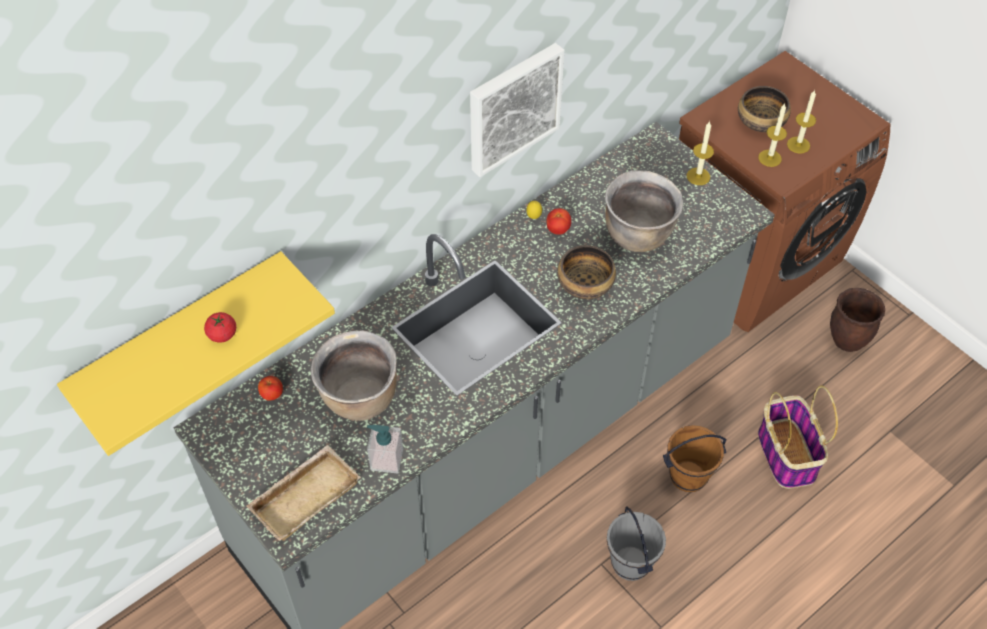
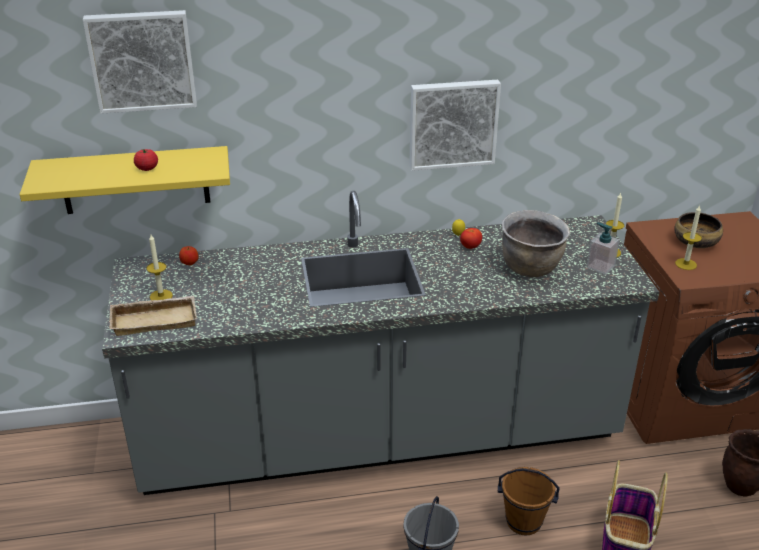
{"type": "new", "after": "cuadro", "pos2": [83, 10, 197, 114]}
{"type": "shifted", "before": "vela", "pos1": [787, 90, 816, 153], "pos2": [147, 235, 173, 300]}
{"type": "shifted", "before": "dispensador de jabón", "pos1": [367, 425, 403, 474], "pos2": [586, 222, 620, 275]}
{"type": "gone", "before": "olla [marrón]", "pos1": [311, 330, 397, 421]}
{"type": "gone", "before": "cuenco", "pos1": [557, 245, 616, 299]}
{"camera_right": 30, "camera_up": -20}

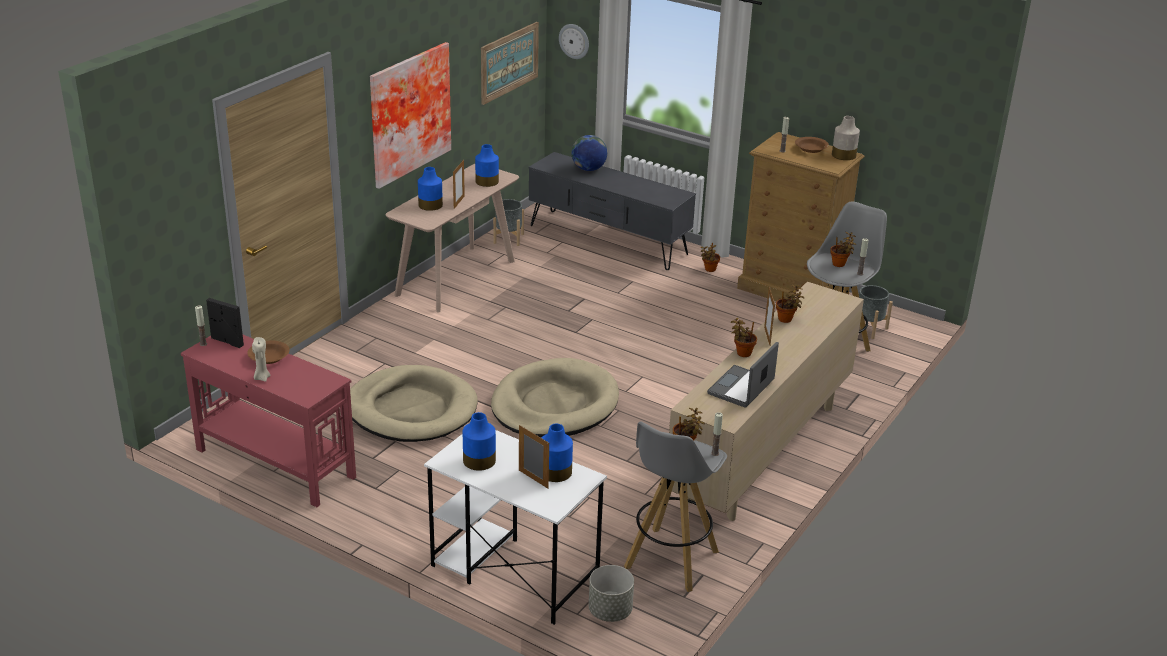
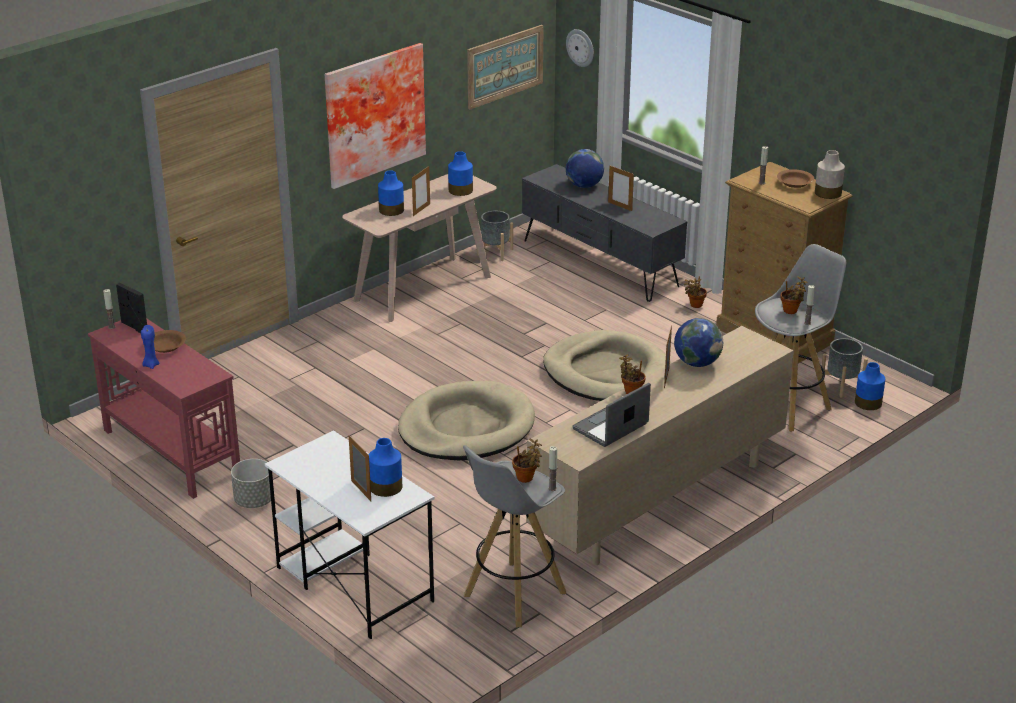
{"type": "repainted", "before": "vela [beis]", "after": "vela [azul]", "pos1": [252, 337, 270, 382], "pos2": [141, 325, 160, 369]}
{"type": "shifted", "before": "maceta [gris]", "pos1": [589, 565, 634, 622], "pos2": [231, 459, 271, 508]}
{"type": "shifted", "before": "cama para perro [beis]", "pos1": [350, 365, 478, 442], "pos2": [543, 330, 671, 401]}
{"type": "new", "after": "portarretratos", "pos2": [608, 165, 634, 211]}
{"type": "swapped", "before": "planta en maceta", "after": "globo terráqueo", "pos1": [776, 285, 805, 323], "pos2": [674, 318, 723, 367]}
{"type": "shifted", "before": "florero [azul]", "pos1": [463, 412, 496, 471], "pos2": [855, 362, 885, 410]}
{"camera_right": 15, "camera_up": 0}

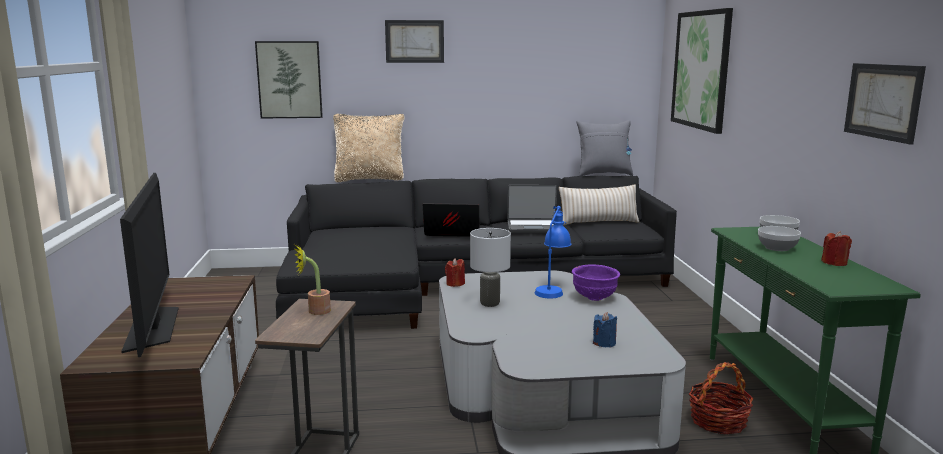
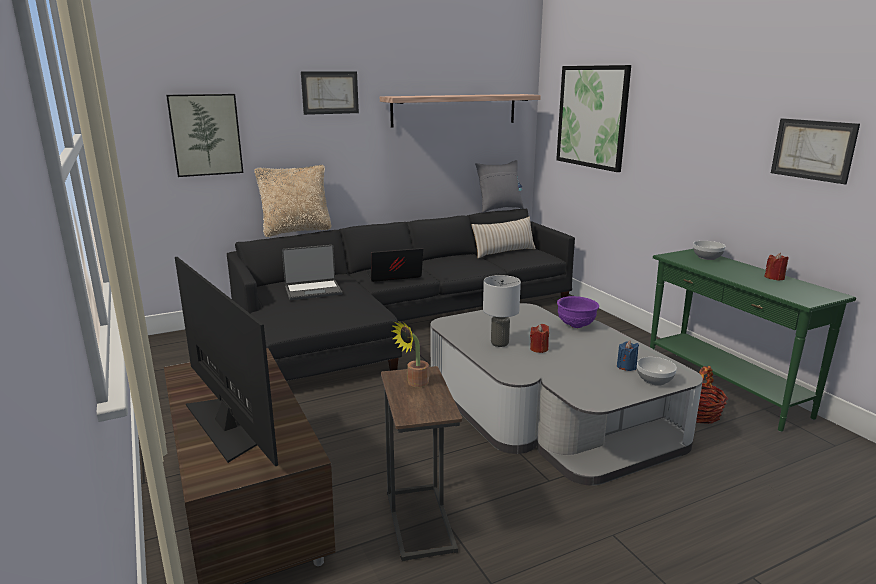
{"type": "shifted", "before": "portátil", "pos1": [508, 185, 557, 232], "pos2": [282, 245, 342, 300]}
{"type": "new", "after": "estante", "pos2": [380, 94, 541, 127]}
{"type": "shifted", "before": "vela [rojo]", "pos1": [445, 258, 465, 287], "pos2": [530, 324, 549, 353]}
{"type": "shifted", "before": "cuenco", "pos1": [758, 226, 801, 251], "pos2": [637, 357, 677, 386]}
{"type": "gone", "before": "lámpara de mesa [azul]", "pos1": [535, 206, 571, 298]}
{"camera_right": -20, "camera_up": 5}

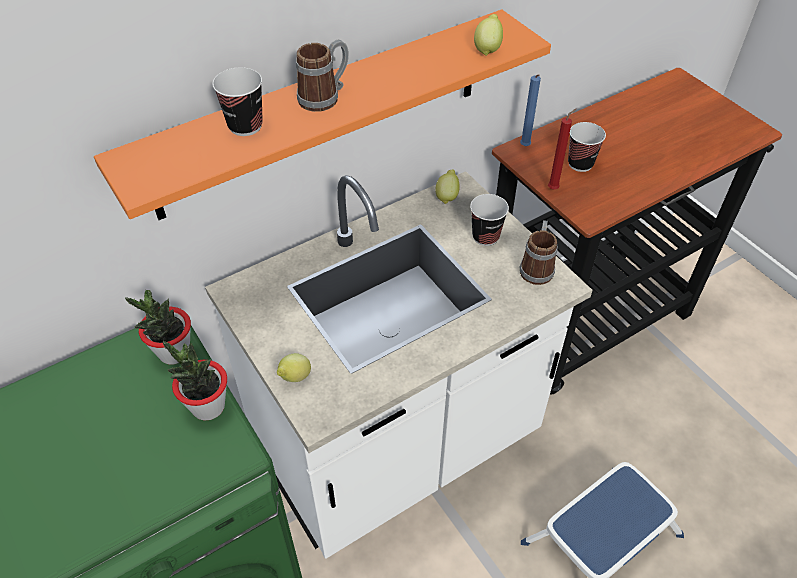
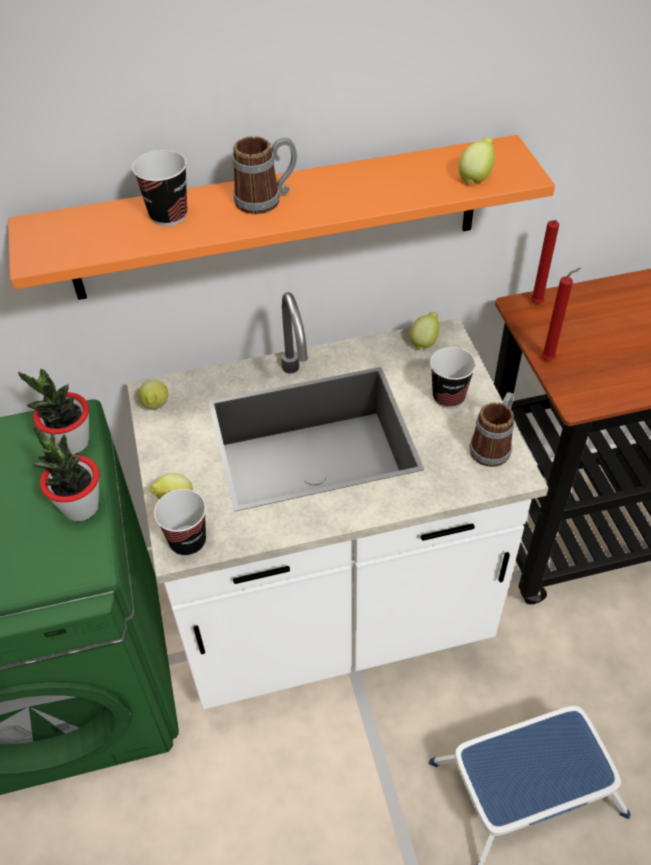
{"type": "new", "after": "limón", "pos2": [139, 380, 168, 409]}
{"type": "shifted", "before": "taza", "pos1": [568, 122, 606, 172], "pos2": [154, 489, 206, 556]}
{"type": "repainted", "before": "vela [azul]", "after": "vela [rojo]", "pos1": [520, 74, 541, 146], "pos2": [531, 220, 559, 303]}
{"camera_right": 20, "camera_up": 0}

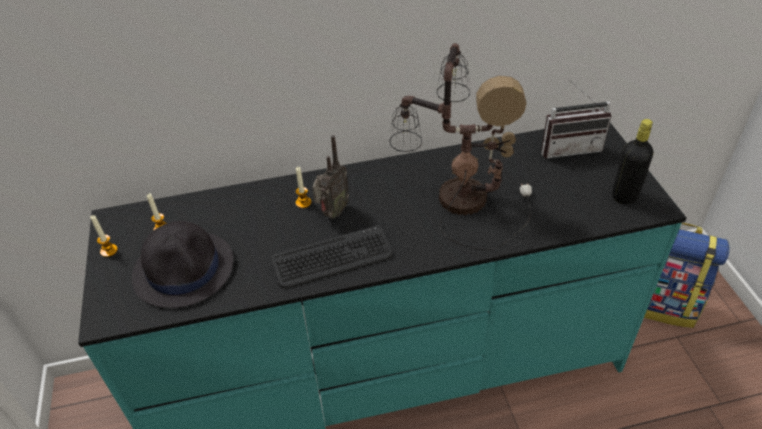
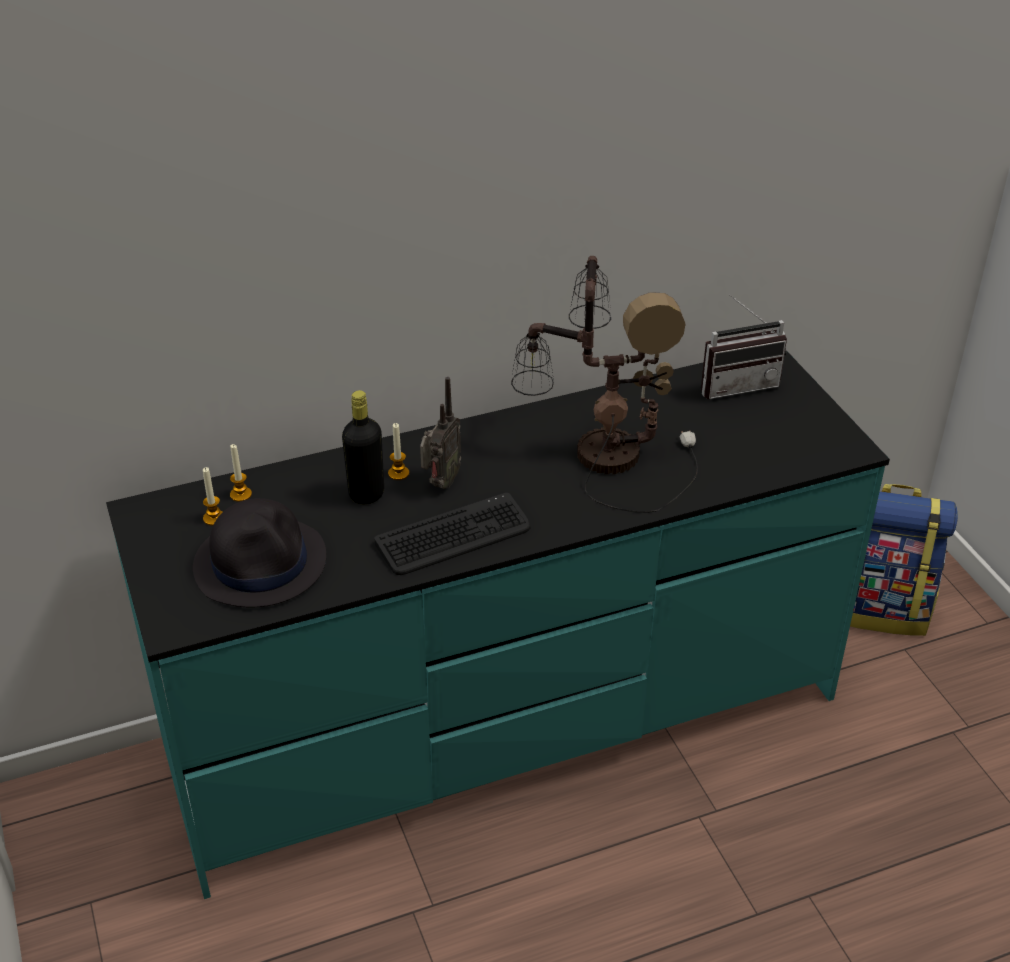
{"type": "shifted", "before": "vela", "pos1": [90, 215, 118, 257], "pos2": [230, 444, 252, 502]}
{"type": "shifted", "before": "botella [negro]", "pos1": [612, 119, 653, 204], "pos2": [342, 390, 384, 504]}
{"camera_right": -10, "camera_up": -5}

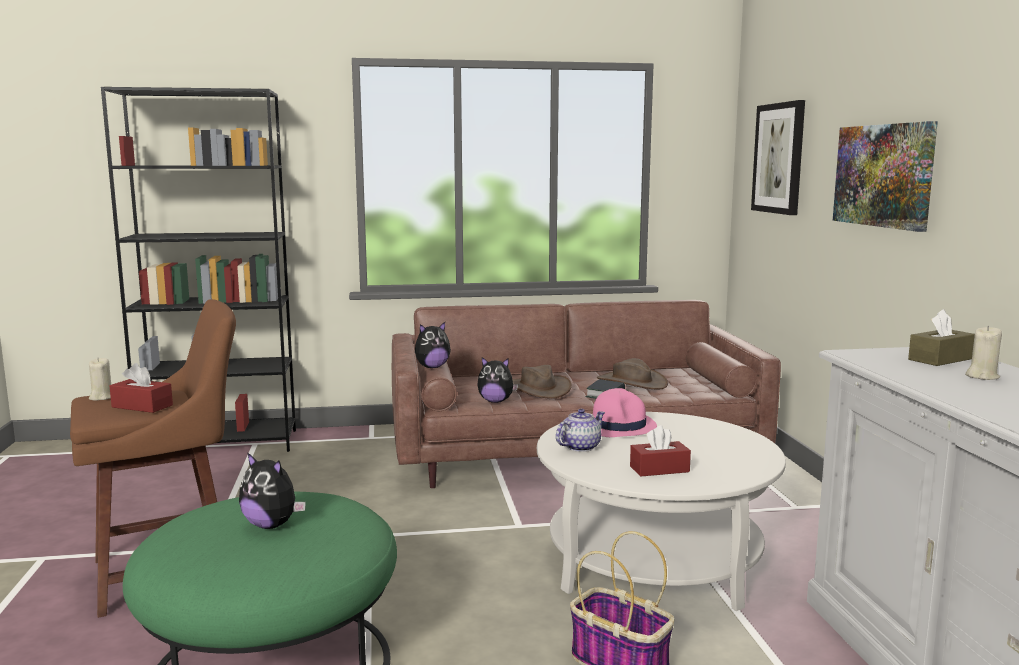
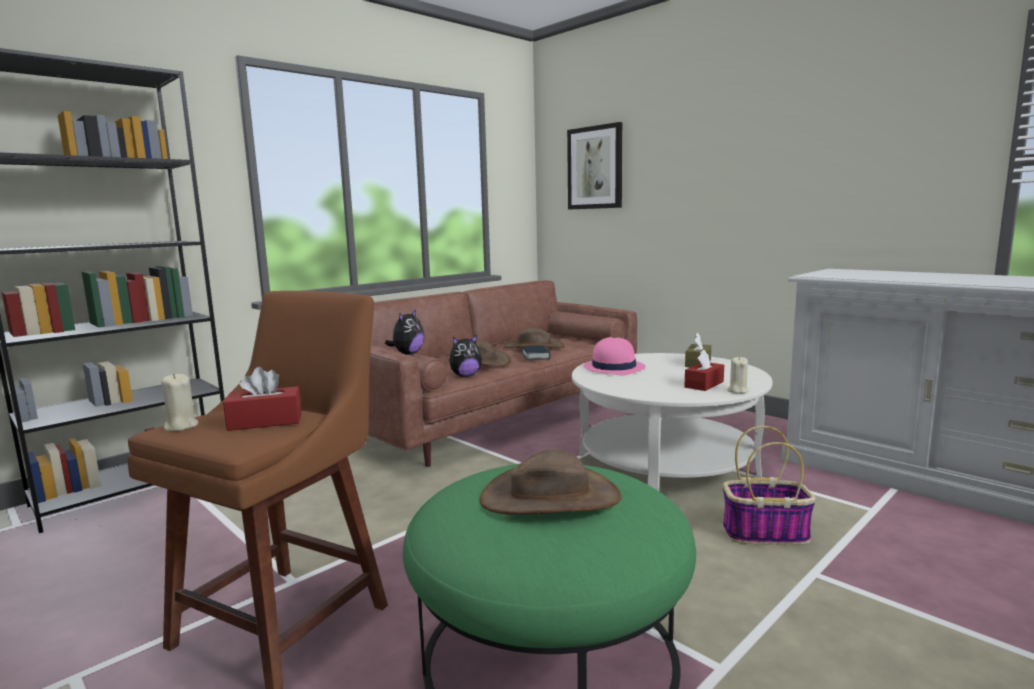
{"type": "swapped", "before": "peluche", "after": "sombrero [marrón]", "pos1": [239, 452, 306, 529], "pos2": [480, 449, 622, 515]}
{"type": "shifted", "before": "caja de pañuelos [marrón]", "pos1": [908, 309, 975, 366], "pos2": [685, 333, 711, 367]}
{"type": "shifted", "before": "vela [beis]", "pos1": [965, 326, 1002, 380], "pos2": [727, 356, 749, 393]}
{"type": "gone", "before": "tetera", "pos1": [556, 409, 605, 452]}
{"type": "gone", "before": "cuadro", "pos1": [833, 121, 938, 232]}
{"camera_right": -35, "camera_up": 0}

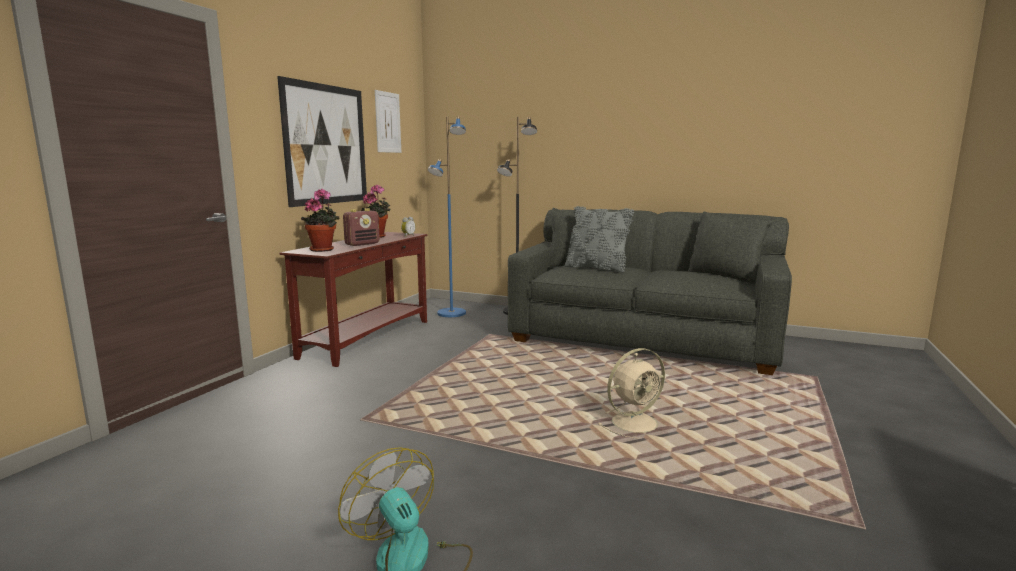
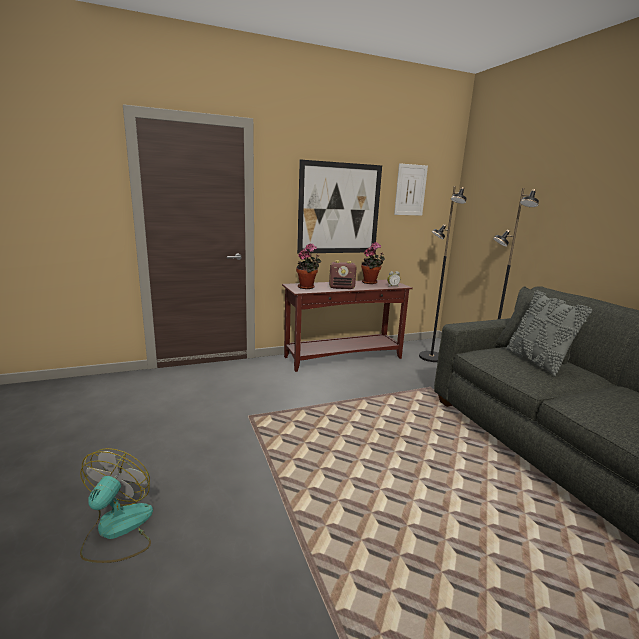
{"type": "repainted", "before": "lámpara de pie [azul]", "after": "lámpara de pie [negro]", "pos1": [428, 116, 466, 317], "pos2": [419, 186, 466, 362]}
{"type": "gone", "before": "ventilador [beis]", "pos1": [597, 348, 665, 438]}
{"camera_right": 45, "camera_up": 5}

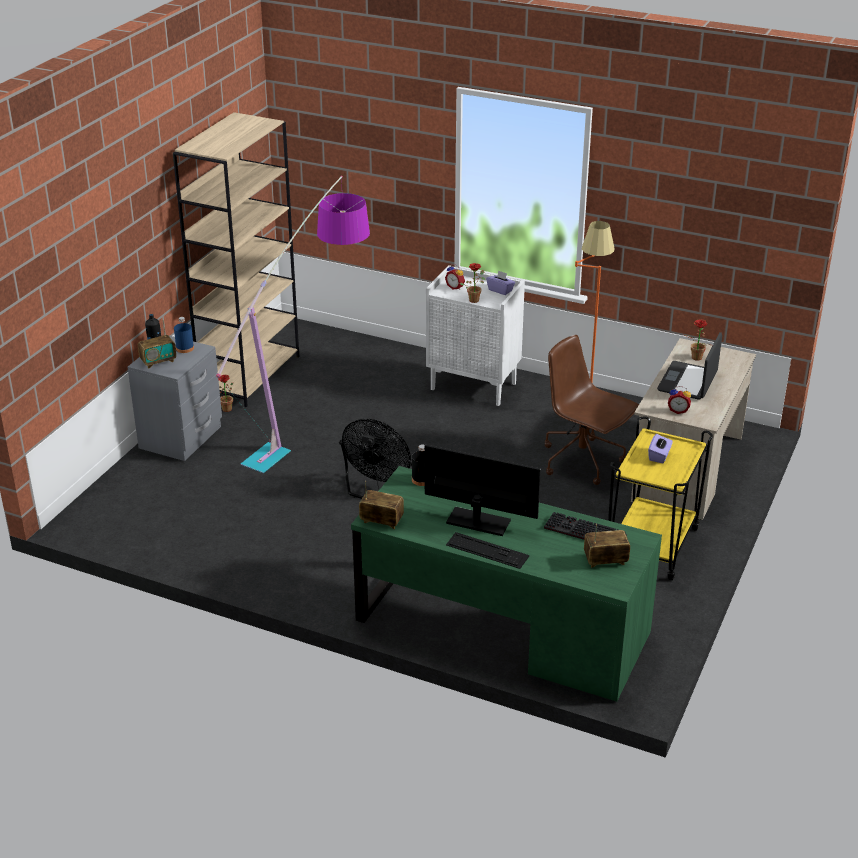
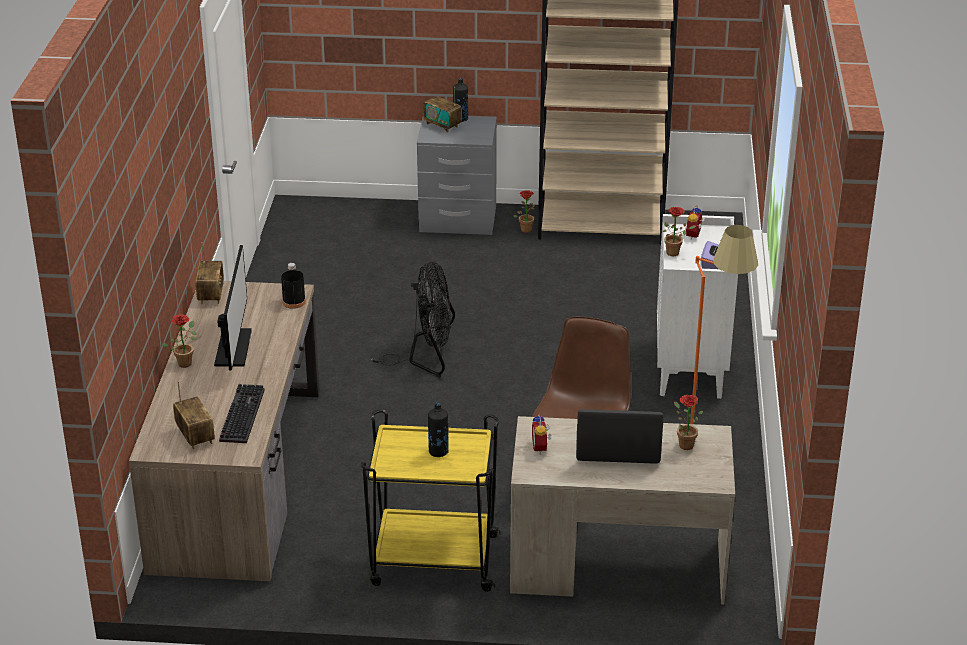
{"type": "repainted", "before": "escritorio [verde]", "after": "escritorio [marrón]", "pos1": [351, 466, 662, 702], "pos2": [129, 281, 320, 581]}
{"type": "swapped", "before": "teclado", "after": "planta en maceta", "pos1": [446, 532, 529, 569], "pos2": [161, 315, 197, 368]}
{"type": "swapped", "before": "caja de pañuelos [morado]", "after": "botella [negro]", "pos1": [648, 434, 673, 463], "pos2": [428, 402, 449, 457]}
{"type": "gone", "before": "botella [azul]", "pos1": [174, 317, 194, 353]}
{"type": "gone", "before": "lámpara de pie", "pos1": [216, 176, 370, 473]}
{"camera_right": 70, "camera_up": 0}

